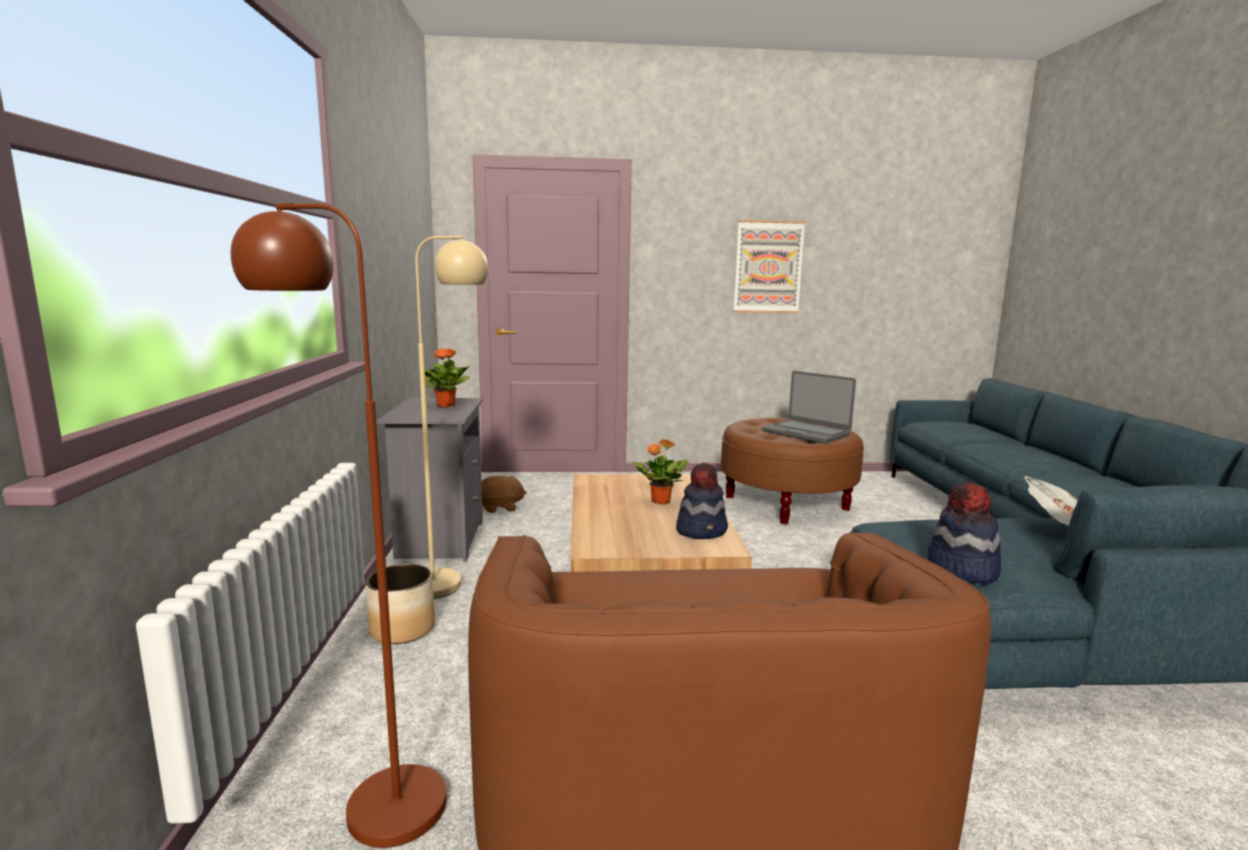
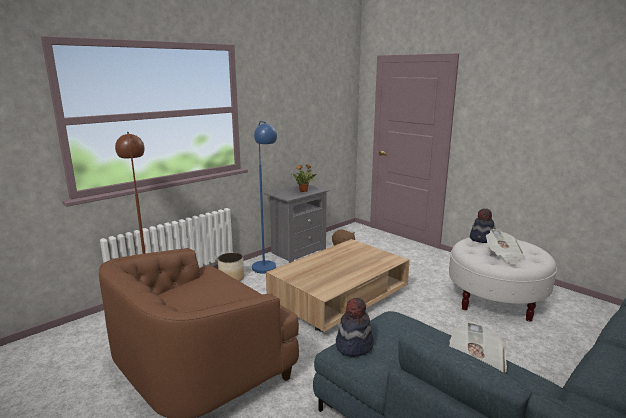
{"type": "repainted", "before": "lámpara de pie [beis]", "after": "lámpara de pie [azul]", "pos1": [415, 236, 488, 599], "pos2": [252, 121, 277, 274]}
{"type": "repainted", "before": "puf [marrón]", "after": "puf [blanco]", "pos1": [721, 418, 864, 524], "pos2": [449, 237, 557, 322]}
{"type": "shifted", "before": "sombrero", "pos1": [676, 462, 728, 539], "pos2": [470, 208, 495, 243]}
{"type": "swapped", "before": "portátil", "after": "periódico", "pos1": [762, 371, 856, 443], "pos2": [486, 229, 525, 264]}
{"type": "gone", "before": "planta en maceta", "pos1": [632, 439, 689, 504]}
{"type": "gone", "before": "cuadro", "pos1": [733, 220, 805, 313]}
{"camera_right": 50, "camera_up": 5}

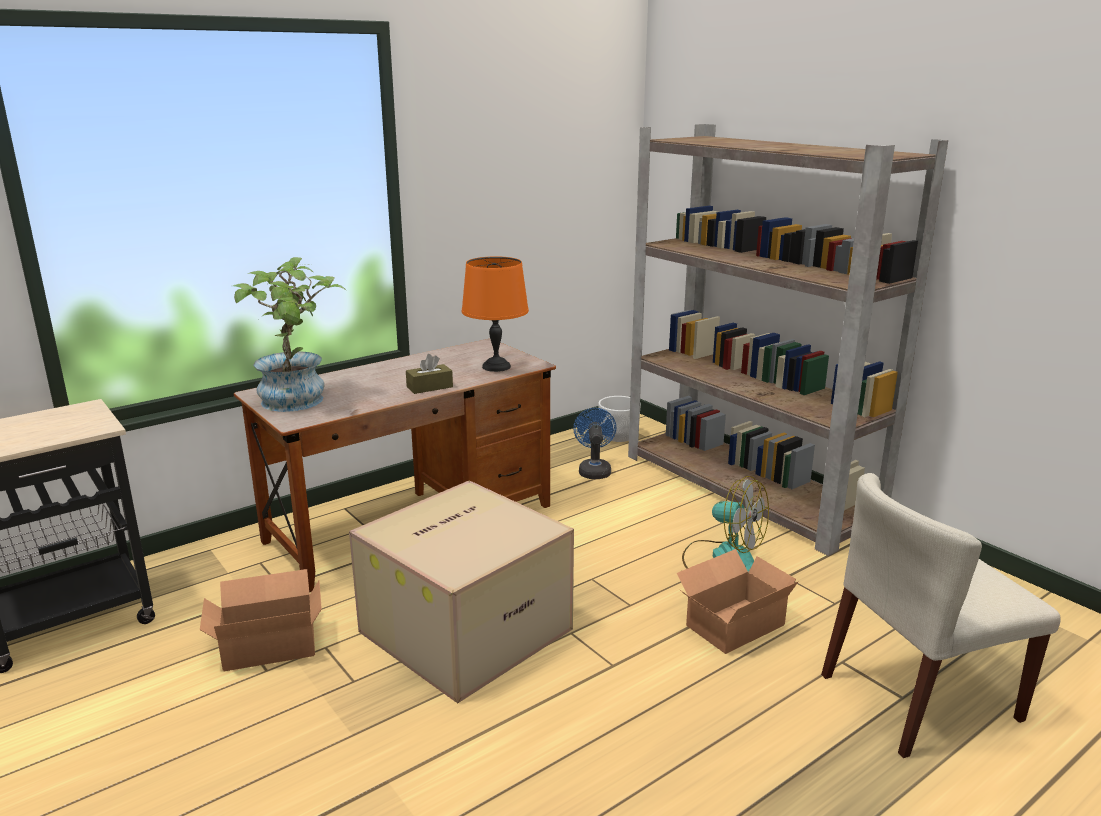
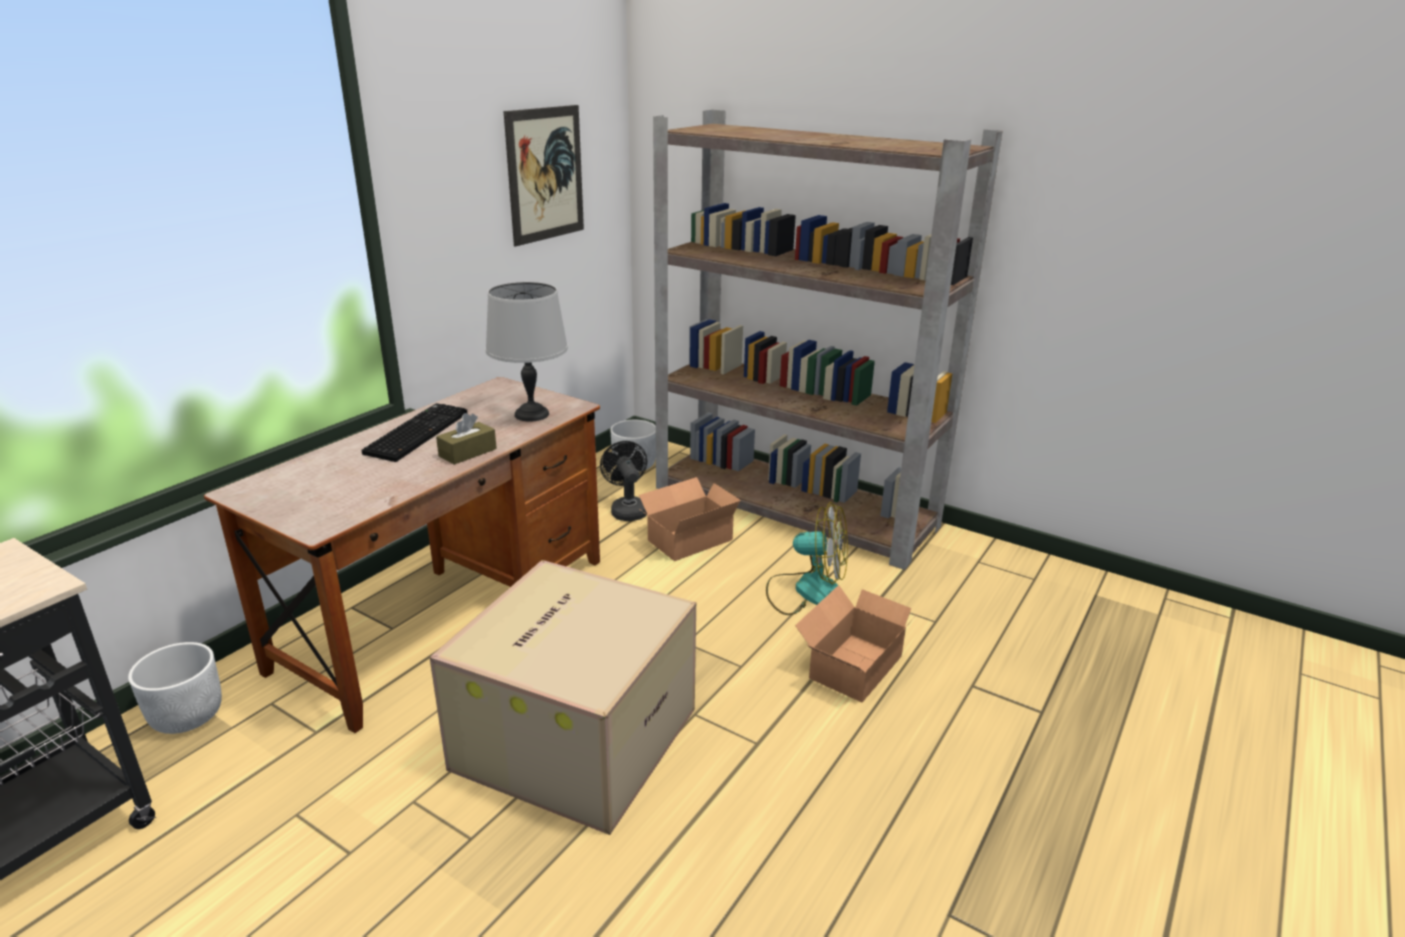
{"type": "new", "after": "maceta [blanco]", "pos2": [128, 642, 222, 734]}
{"type": "new", "after": "teclado", "pos2": [362, 403, 467, 462]}
{"type": "repainted", "before": "lámpara de mesa [naranja]", "after": "lámpara de mesa [gris]", "pos1": [462, 256, 529, 372], "pos2": [486, 282, 568, 422]}
{"type": "new", "after": "cuadro", "pos2": [504, 105, 584, 246]}
{"type": "repainted", "before": "ventilador [azul]", "after": "ventilador [negro]", "pos1": [573, 408, 616, 479], "pos2": [600, 441, 647, 521]}
{"type": "shifted", "before": "caja de cartón", "pos1": [200, 569, 322, 671], "pos2": [638, 477, 741, 561]}
{"type": "gone", "before": "planta en maceta", "pos1": [233, 257, 347, 412]}
{"type": "gone", "before": "silla [beis]", "pos1": [821, 473, 1061, 758]}
{"camera_right": -20, "camera_up": 5}

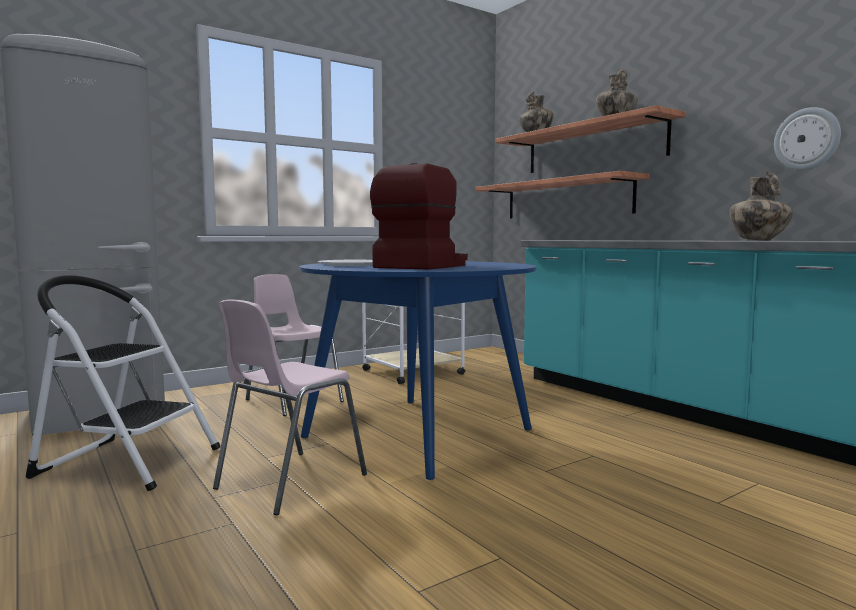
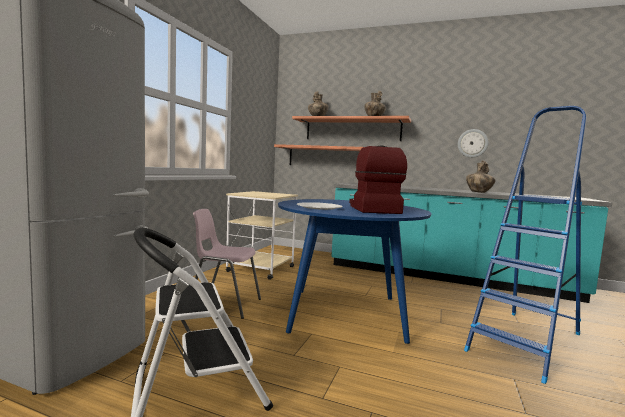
{"type": "new", "after": "escalera de tijera [azul]", "pos2": [464, 106, 587, 384]}
{"type": "gone", "before": "silla [rosa]", "pos1": [213, 299, 367, 515]}
{"camera_right": -35, "camera_up": 0}

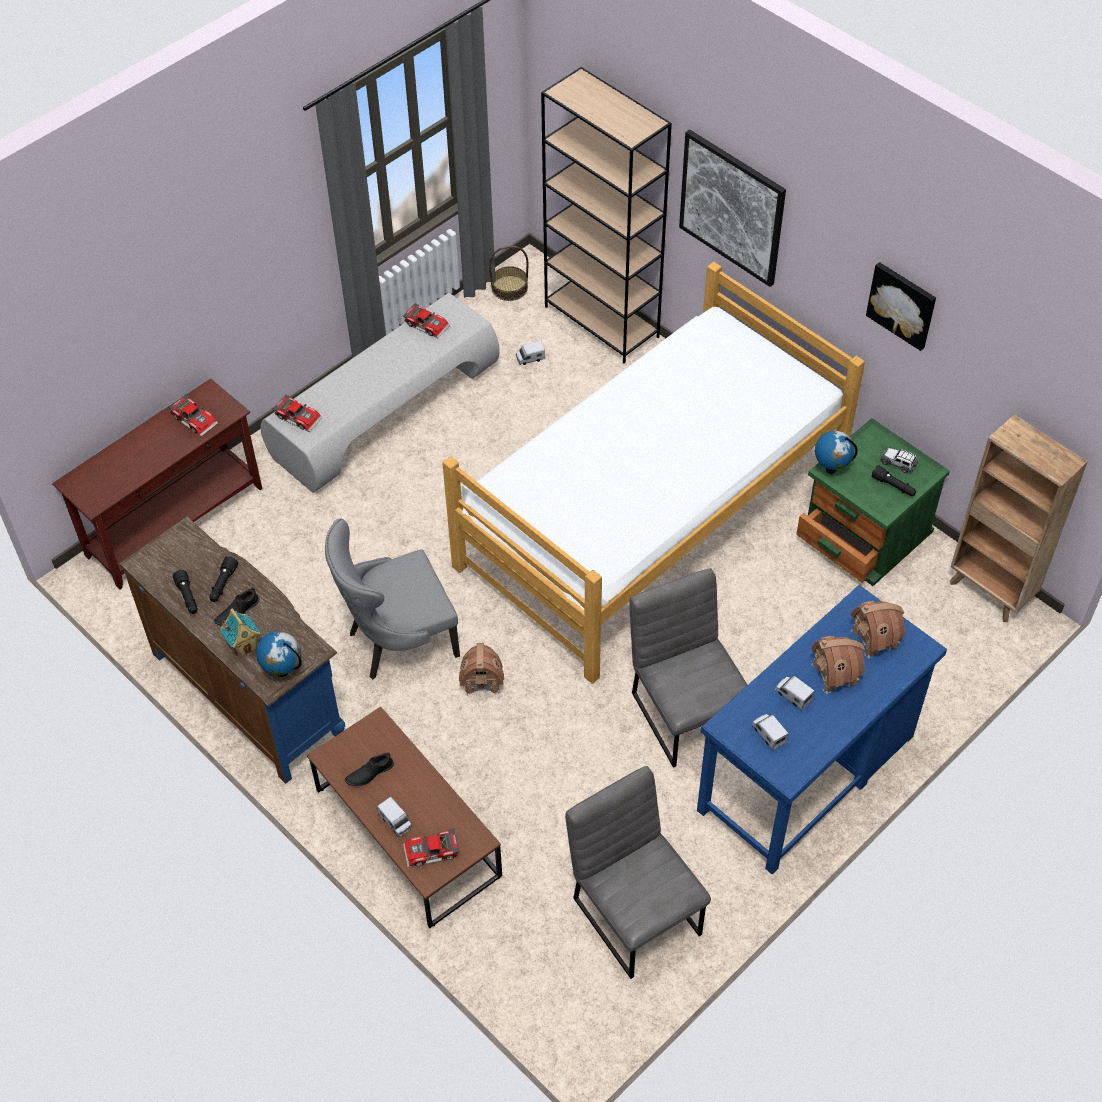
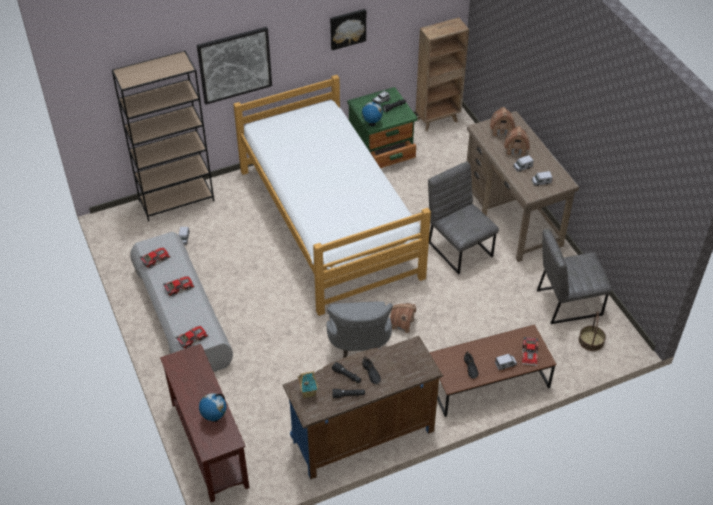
{"type": "shifted", "before": "coche de juguete", "pos1": [168, 394, 218, 437], "pos2": [163, 276, 195, 296]}
{"type": "shifted", "before": "globo terráqueo", "pos1": [256, 631, 302, 677], "pos2": [199, 393, 227, 422]}
{"type": "shifted", "before": "casita", "pos1": [220, 609, 261, 658], "pos2": [297, 371, 318, 398]}
{"type": "rotated", "before": "silla [gris]", "pos1": [629, 568, 747, 768], "pos2": [428, 161, 499, 274], "turn": 60}
{"type": "repainted", "before": "escritorio [azul]", "after": "escritorio [marrón]", "pos1": [697, 585, 947, 874], "pos2": [467, 111, 579, 262]}
{"type": "shifted", "before": "cesta", "pos1": [489, 246, 528, 301], "pos2": [579, 311, 606, 351]}
{"camera_right": -70, "camera_up": -5}

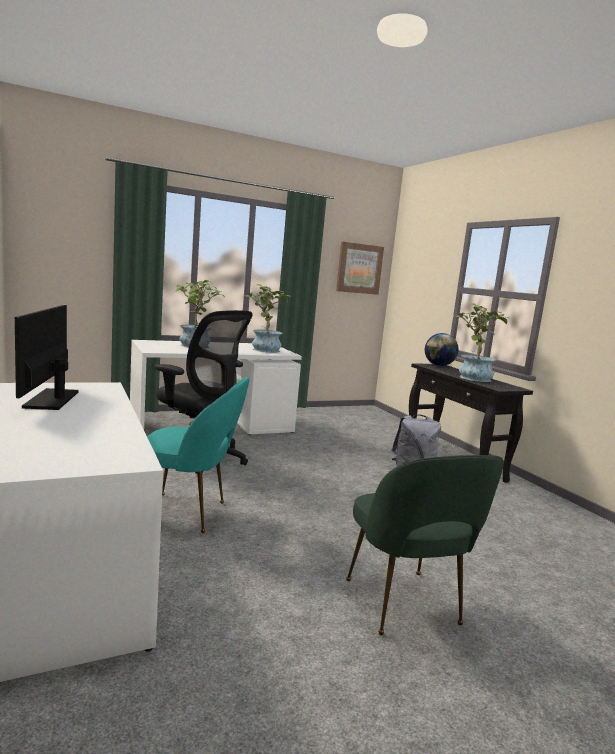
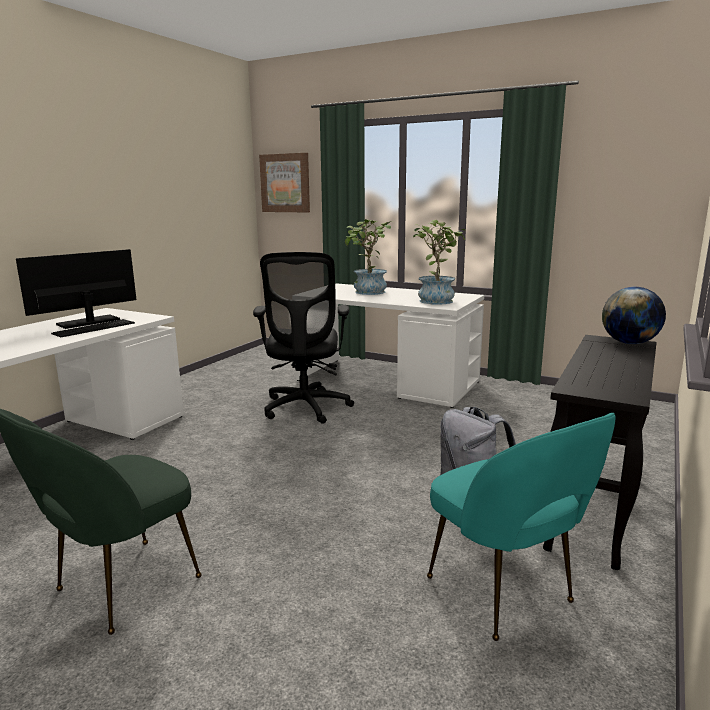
{"type": "new", "after": "teclado", "pos2": [51, 319, 135, 337]}
{"type": "shifted", "before": "cuadro", "pos1": [336, 242, 384, 295], "pos2": [259, 153, 310, 212]}
{"type": "shifted", "before": "silla [turquesa]", "pos1": [147, 377, 250, 533], "pos2": [427, 413, 616, 641]}
{"type": "gone", "before": "planta en maceta", "pos1": [451, 303, 510, 382]}
{"camera_right": 55, "camera_up": 5}

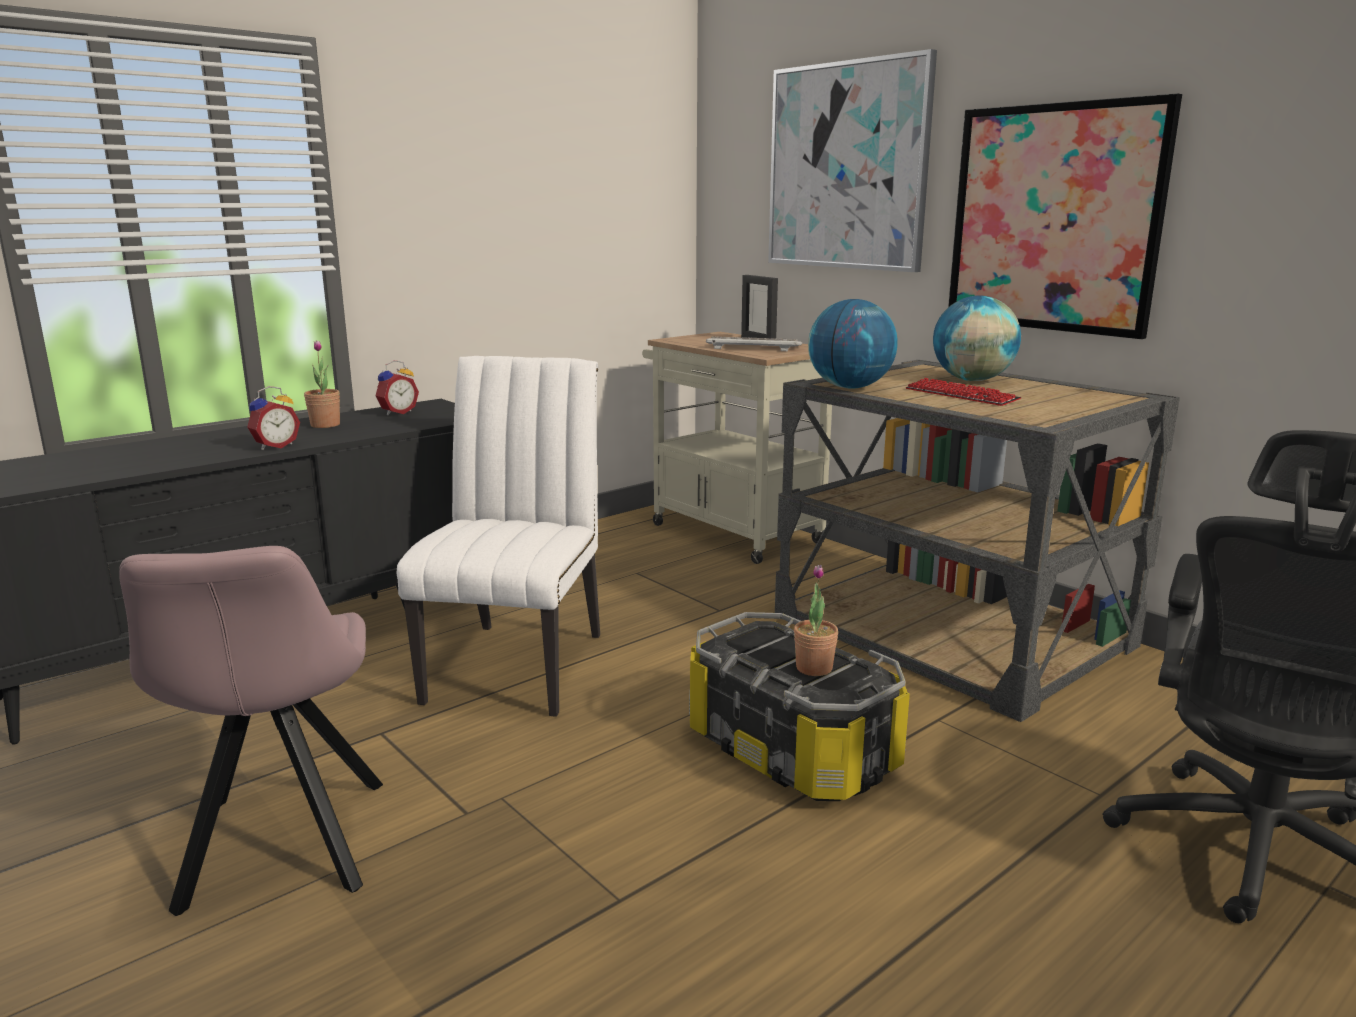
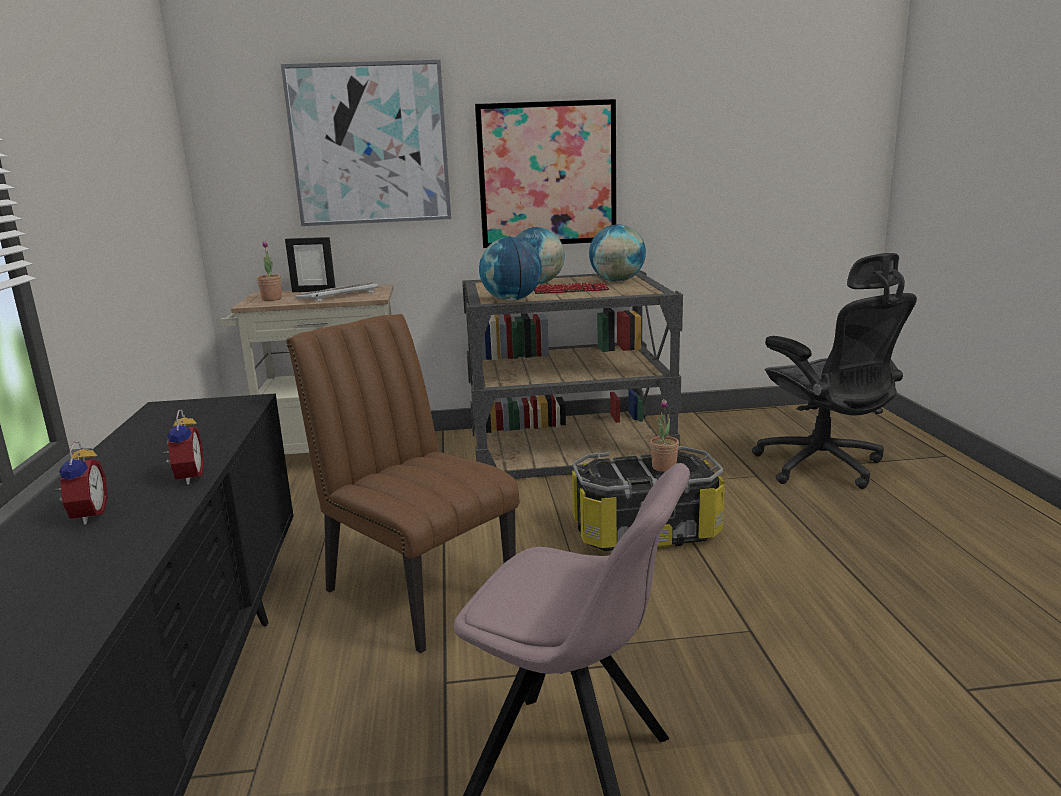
{"type": "shifted", "before": "despertador", "pos1": [376, 360, 419, 415], "pos2": [52, 441, 108, 525]}
{"type": "shifted", "before": "planta en maceta", "pos1": [304, 341, 340, 428], "pos2": [257, 241, 282, 301]}
{"type": "repainted", "before": "silla [blanco]", "after": "silla [marrón]", "pos1": [397, 356, 600, 717], "pos2": [286, 314, 520, 653]}
{"type": "new", "after": "globo terráqueo", "pos2": [589, 224, 646, 282]}
{"camera_right": -55, "camera_up": 0}

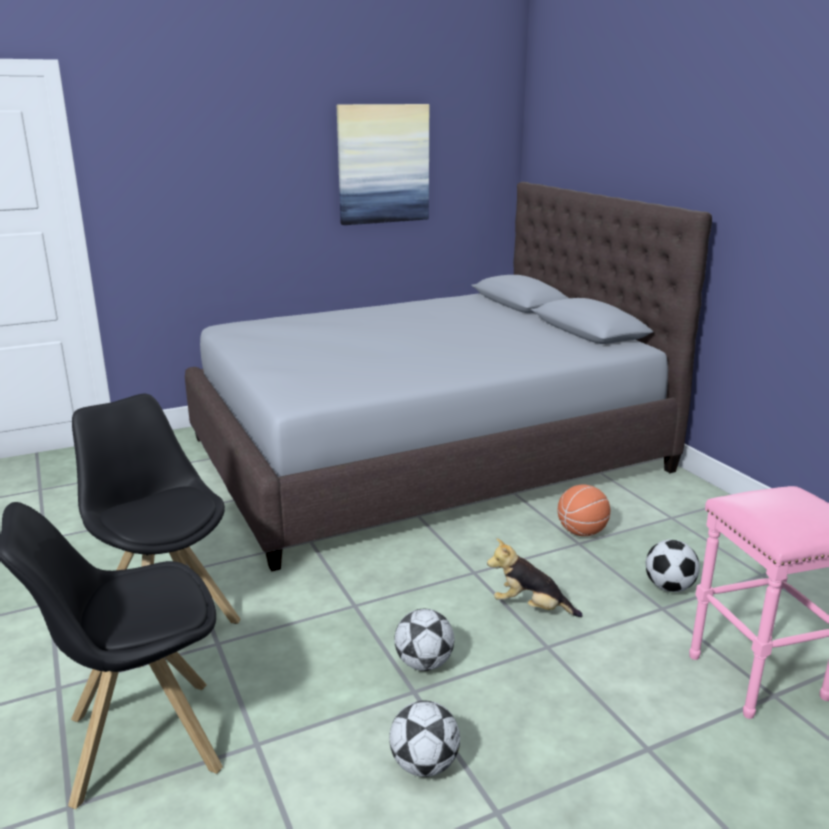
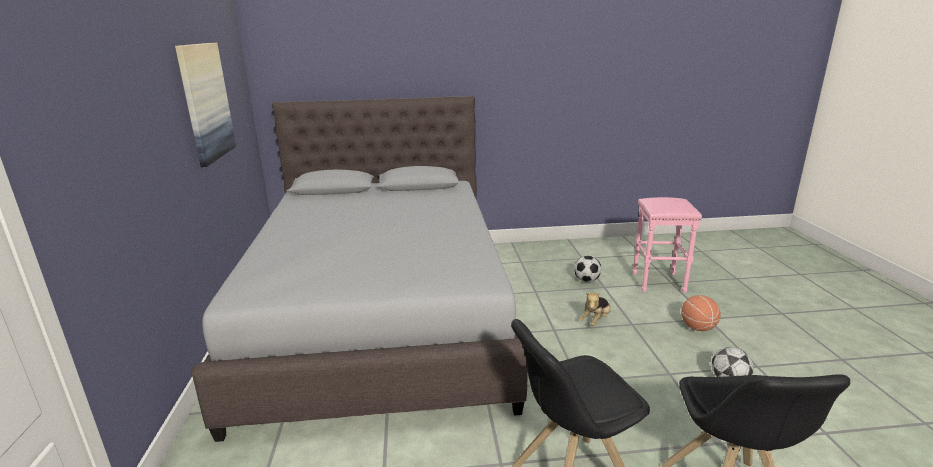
{"type": "shifted", "before": "balón de baloncesto", "pos1": [558, 485, 610, 536], "pos2": [681, 295, 721, 331]}
{"type": "gone", "before": "balón de fútbol", "pos1": [394, 609, 454, 671]}
{"camera_right": -70, "camera_up": 0}

